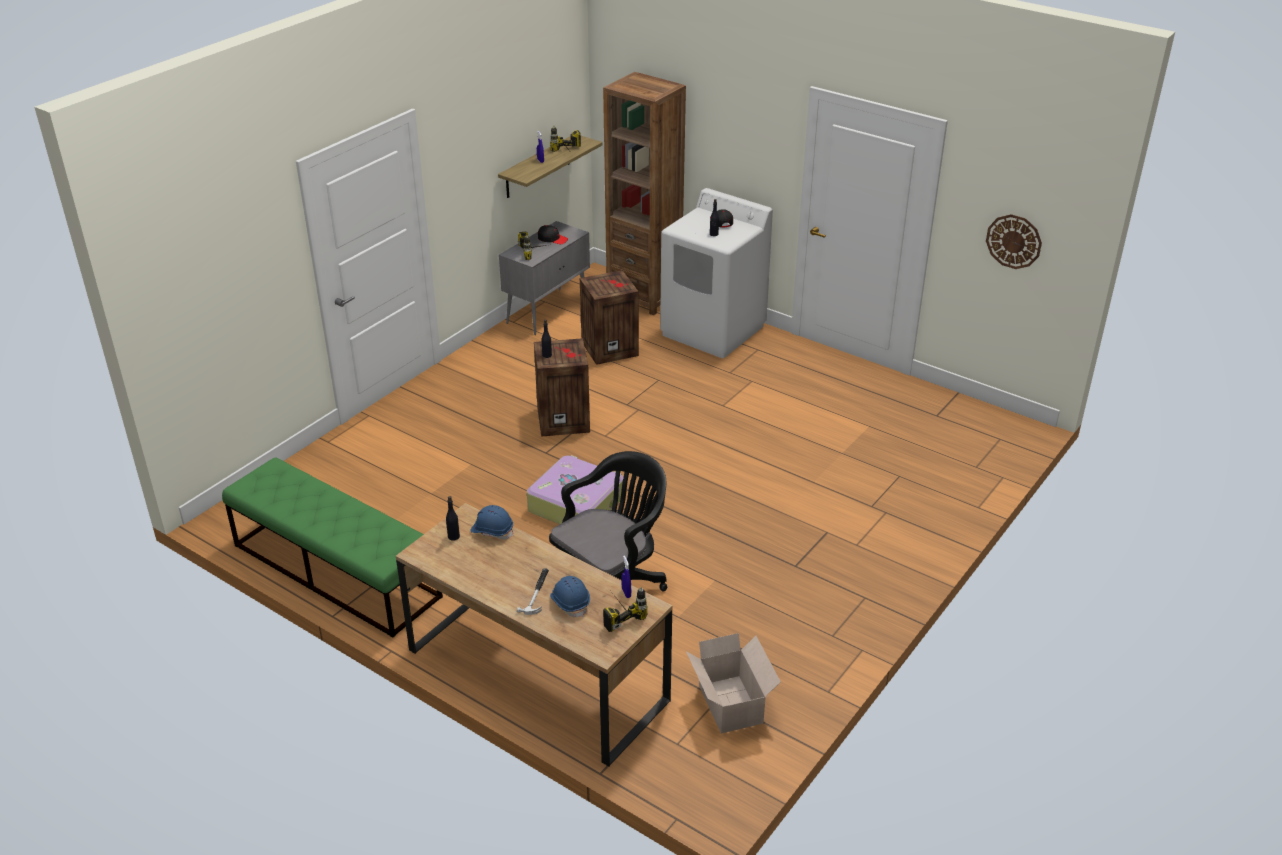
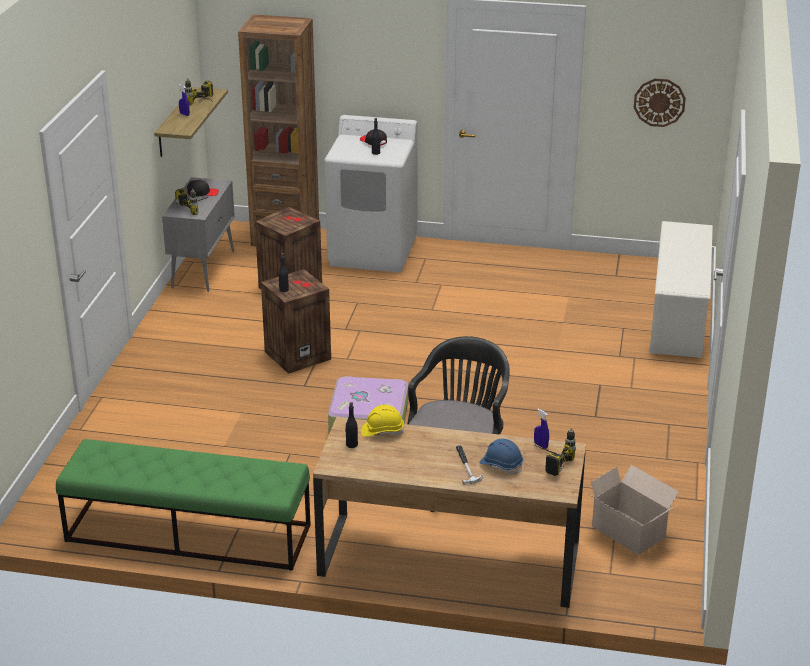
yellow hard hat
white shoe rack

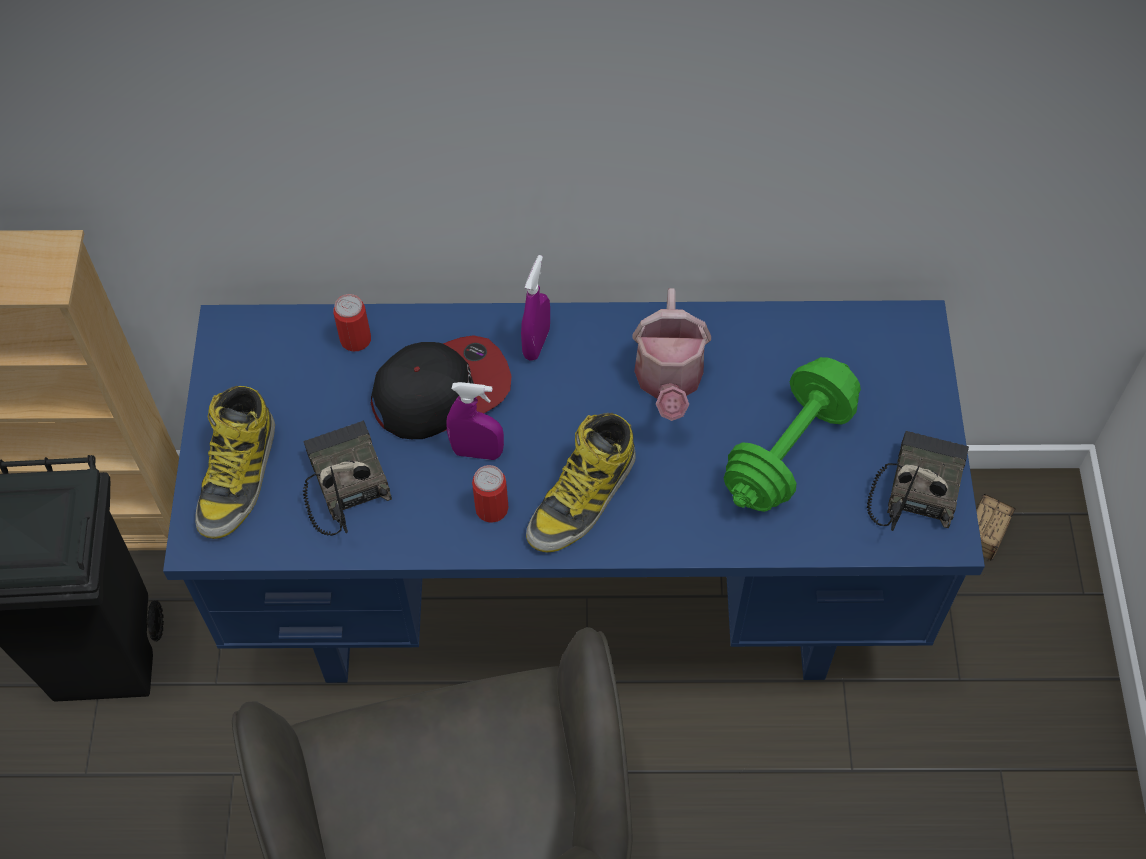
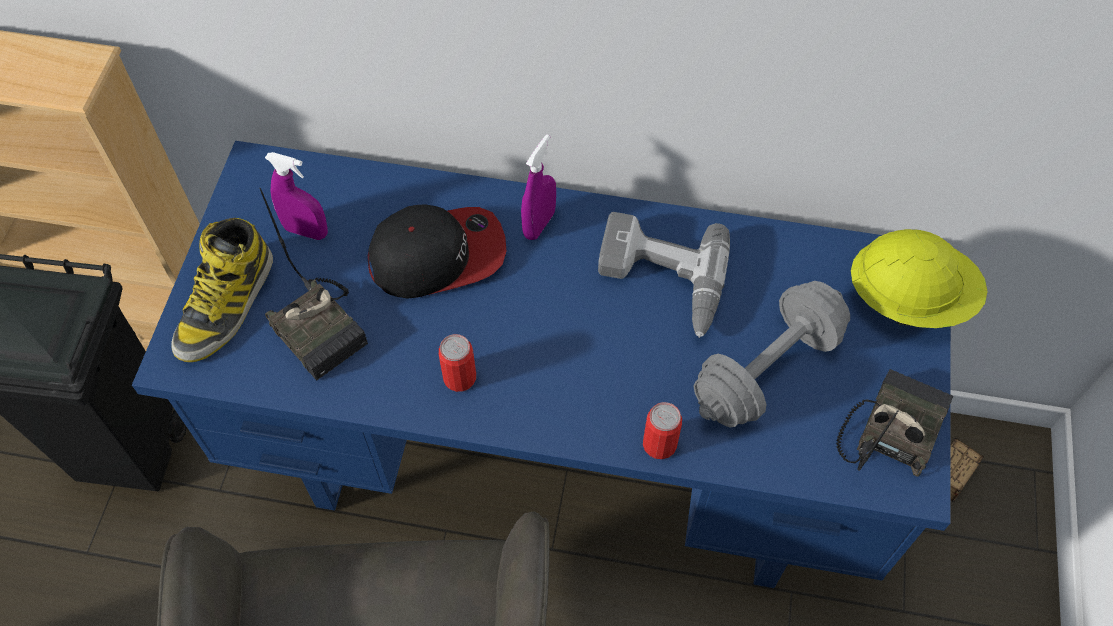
power drill
can (no. 2 from left)
grey dumbbell
purple spray bottle (no. 1 from left)
boot (no. 2 from left in the first image)
radio (no. 1 from left)
yellow hard hat

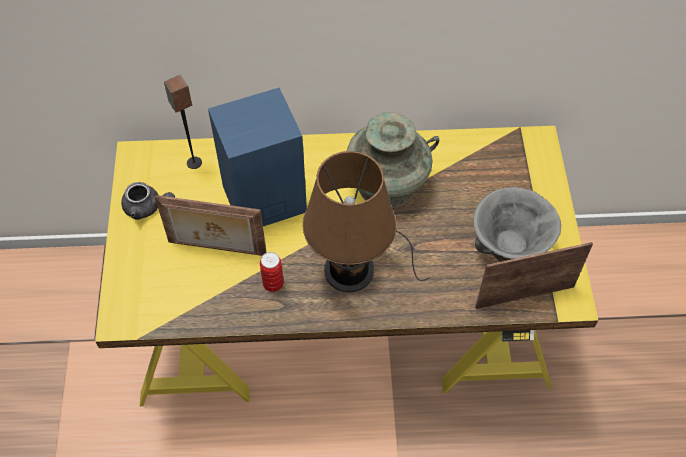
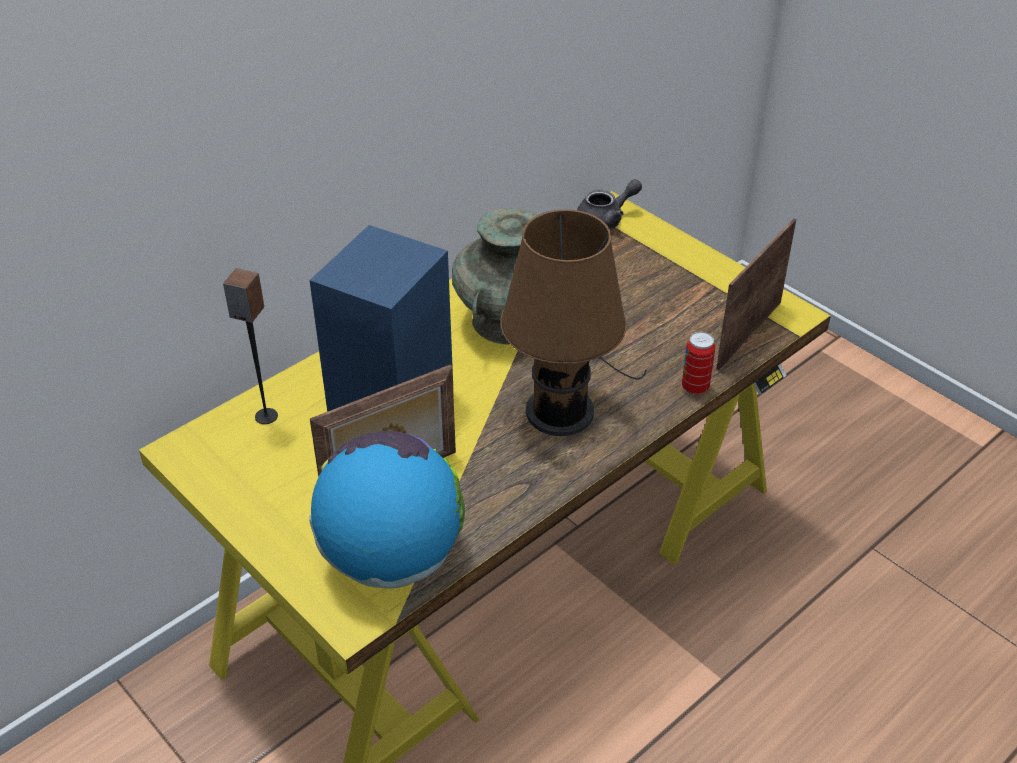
grey teapot
grey bowl
can
globe

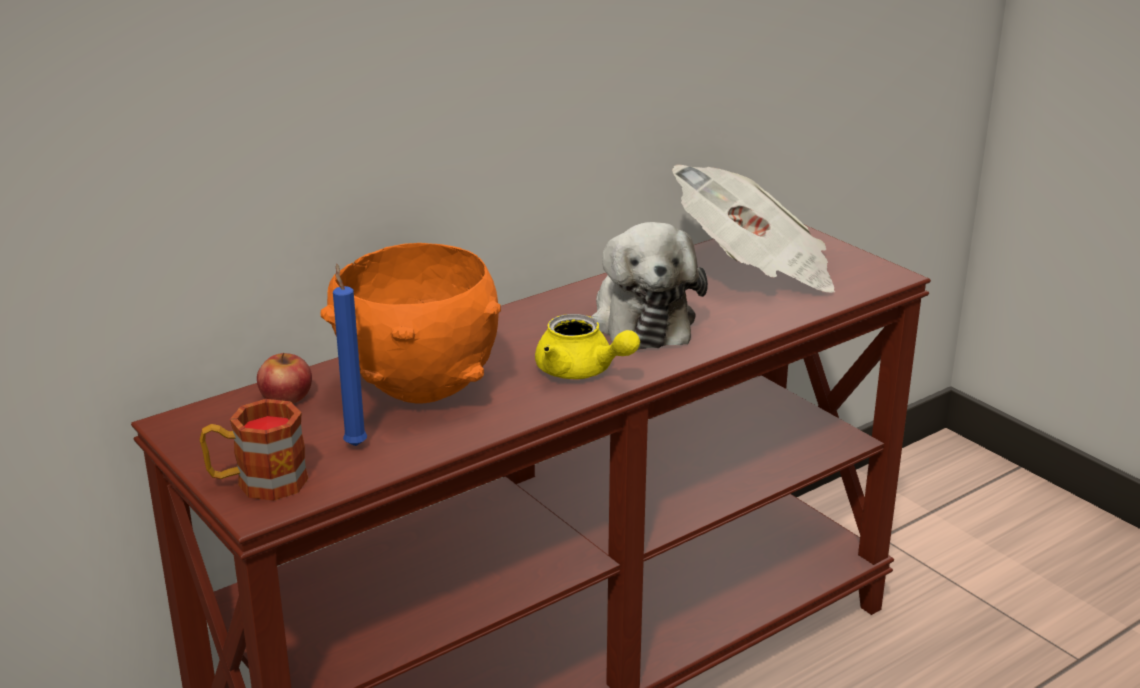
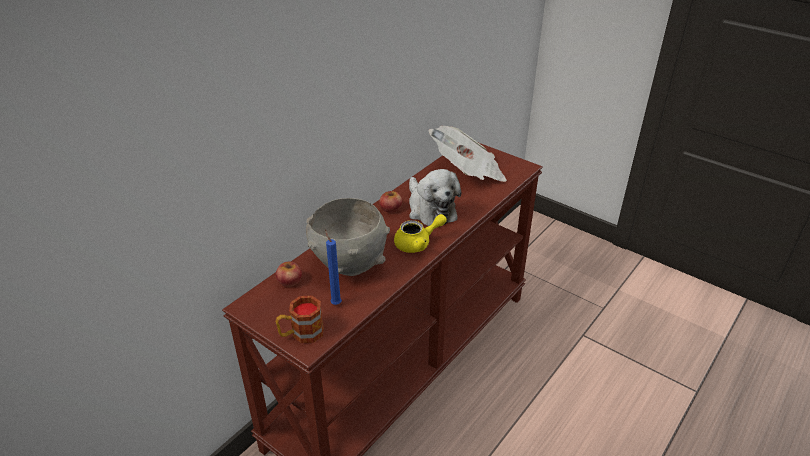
grey bowl
yellow teapot
apple (no. 2 from left)

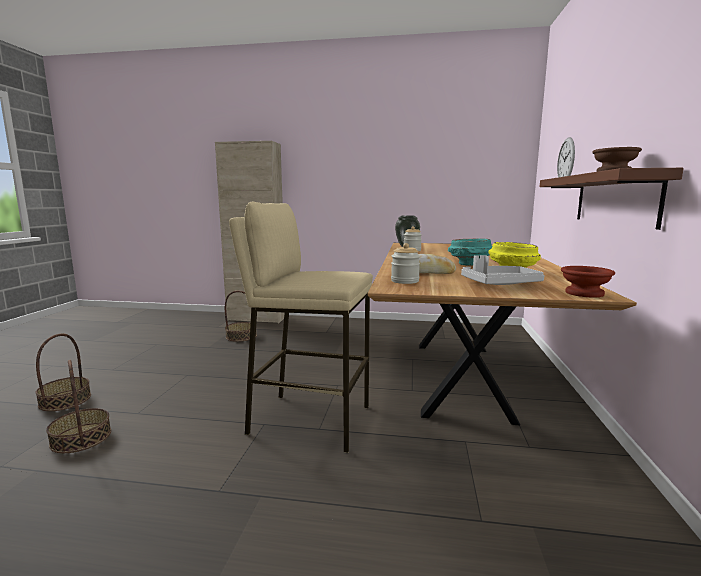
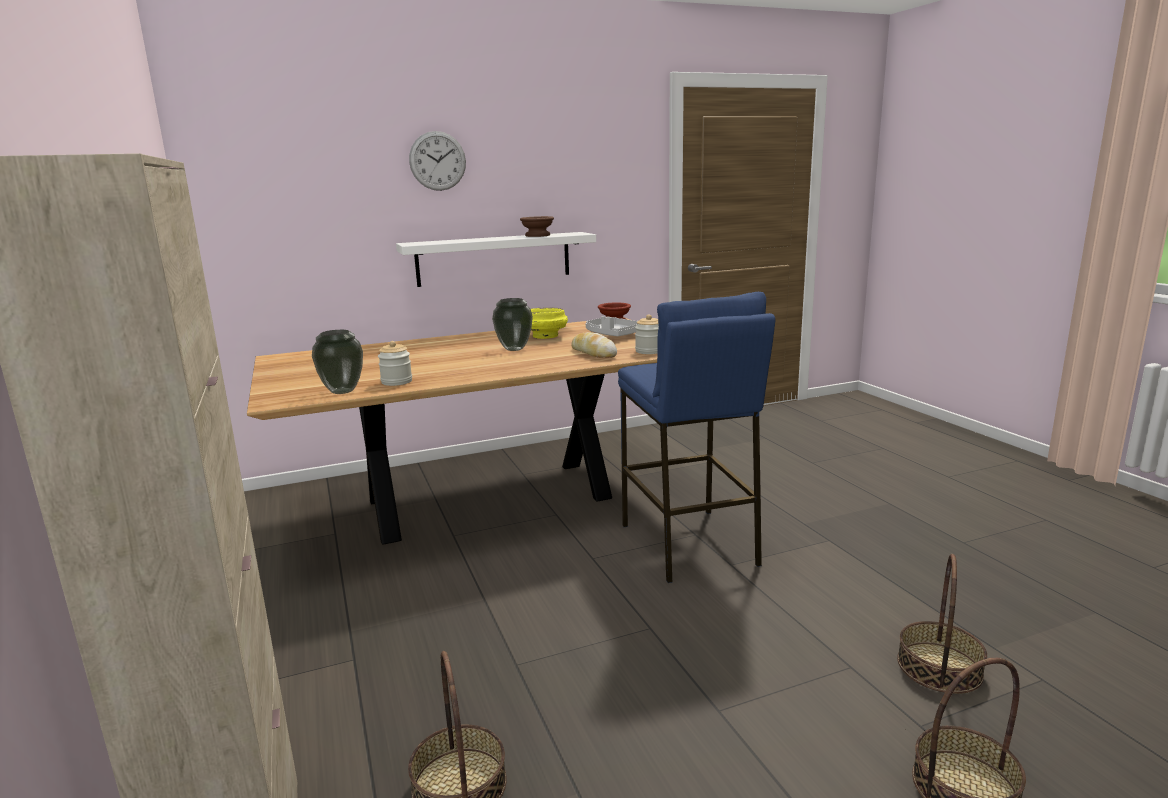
wall clock
white shelf
blue stool
vase (no. 2 from left)

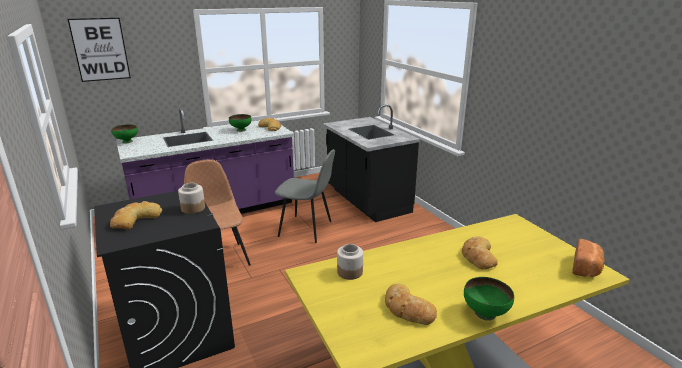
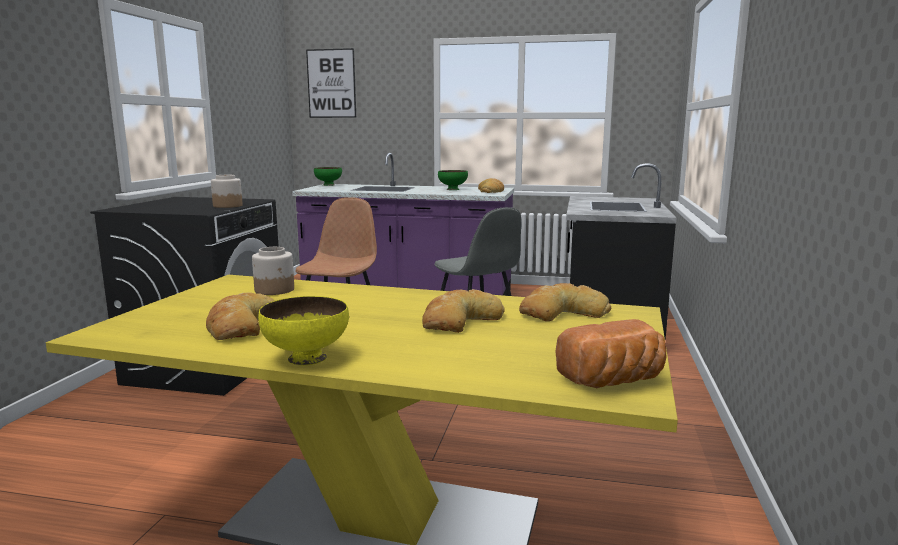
bread (no. 4 from left)
yellow bowl

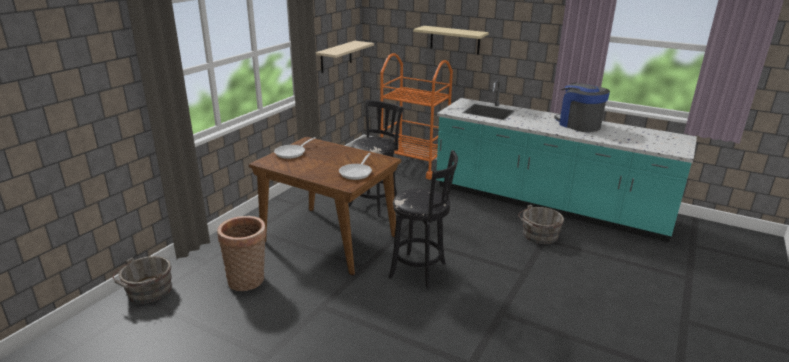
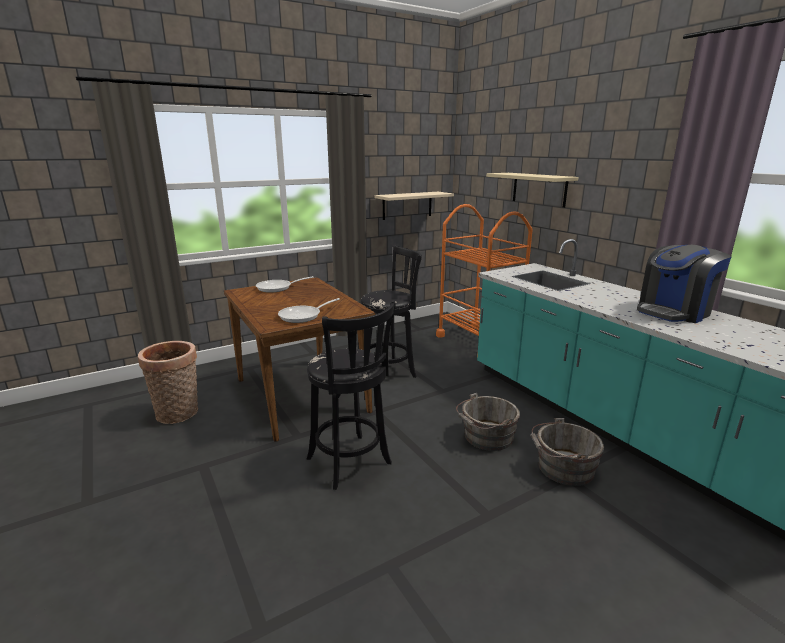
coffee machine
grey bucket (no. 1 from left)

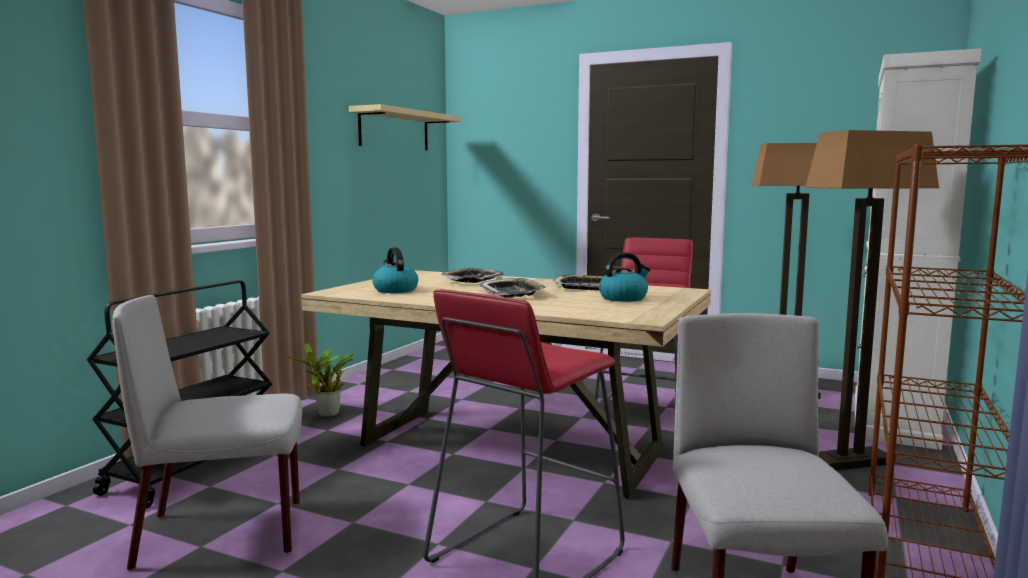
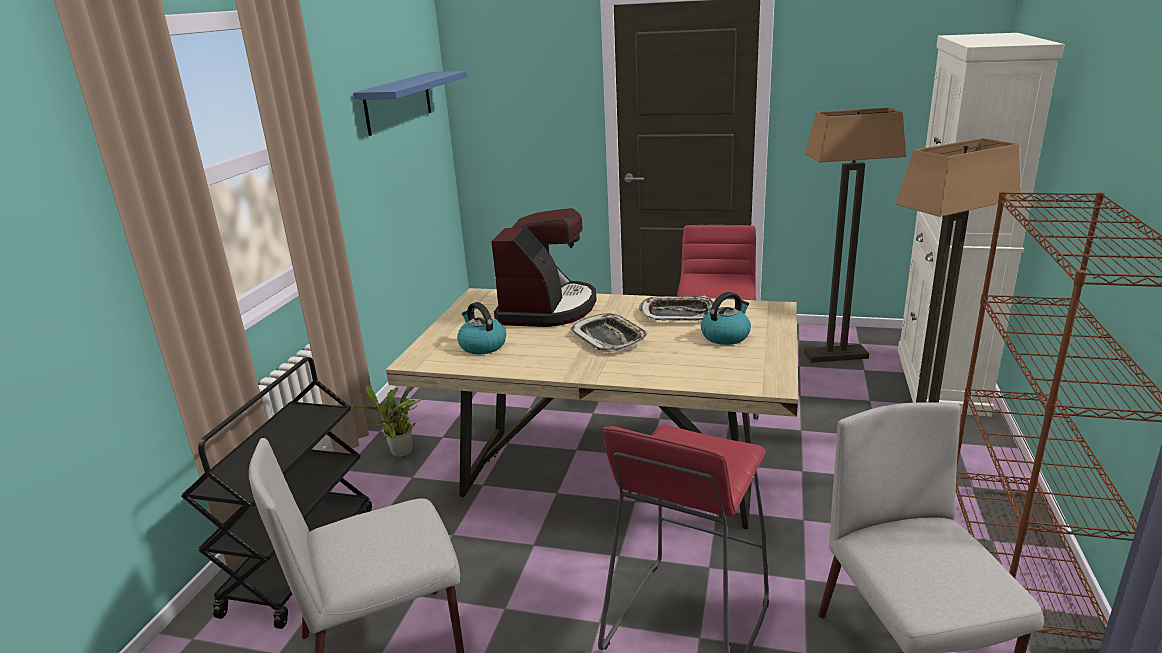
blue shelf
coffee machine

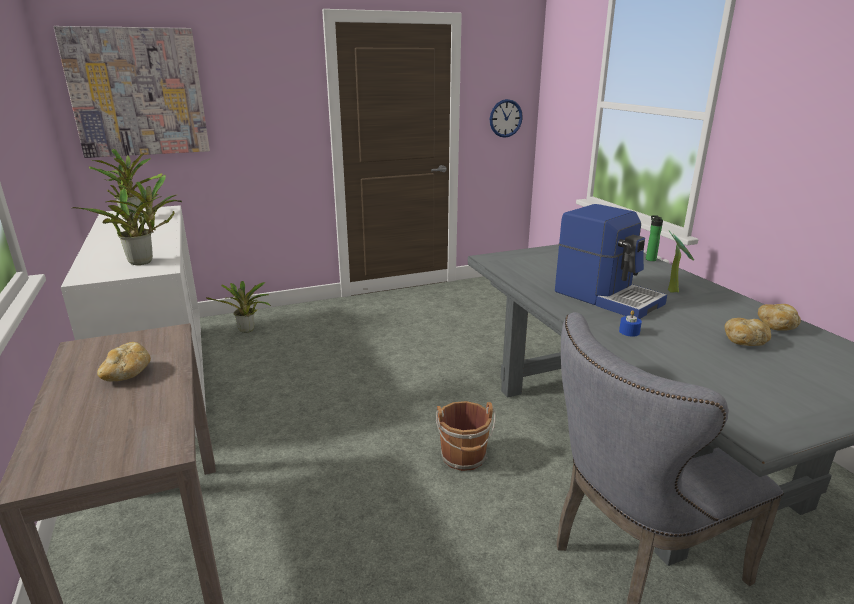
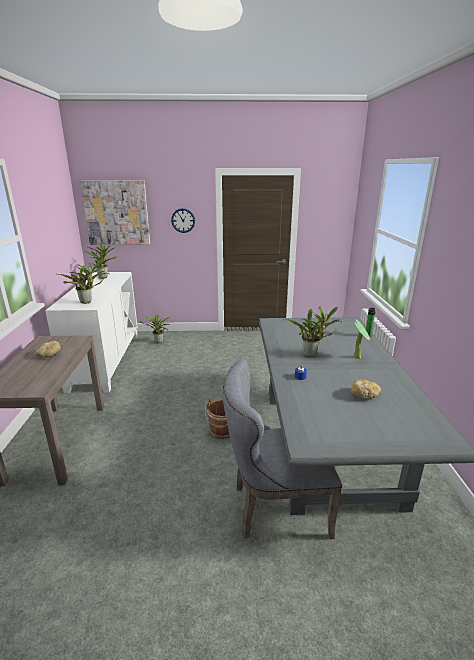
wall clock
potted plant (no. 4 from left)
bread (no. 3 from left in the first image)

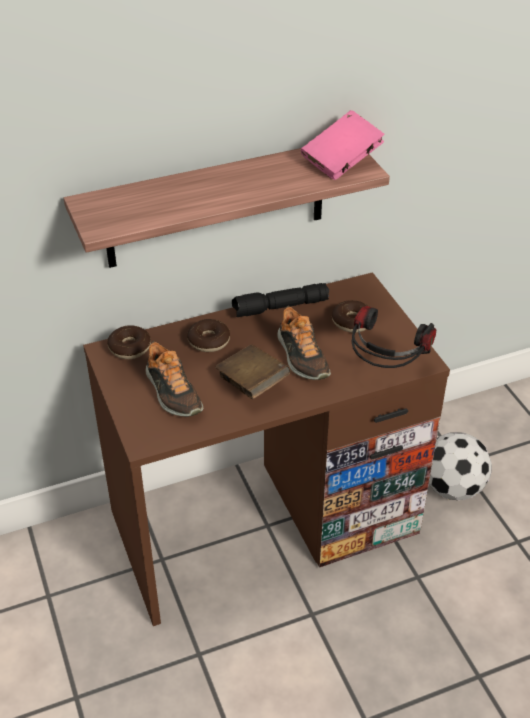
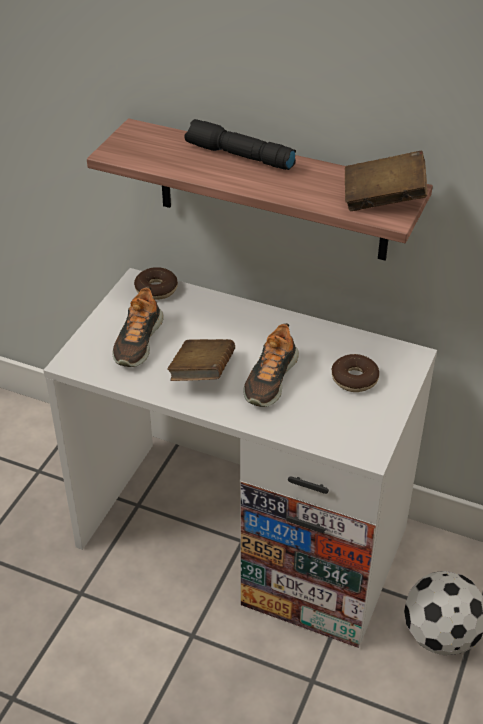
brown book (no. 2 from left)
white desk
black flashlight
headphones
donut (no. 2 from left in the first image)

